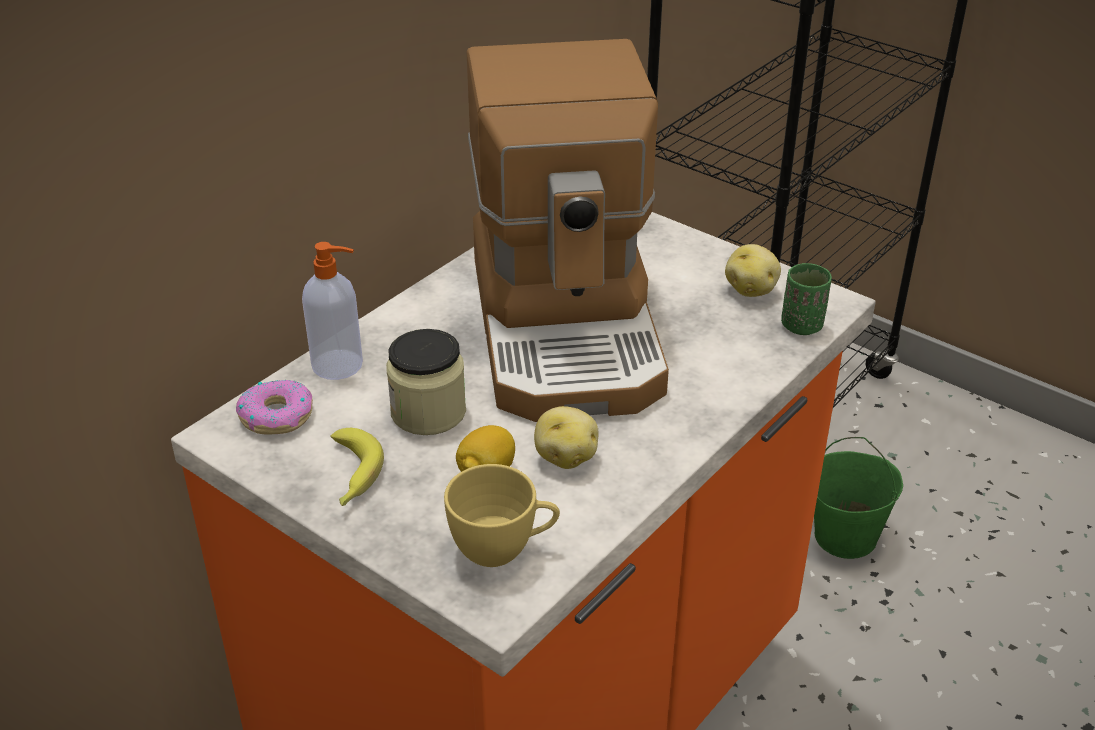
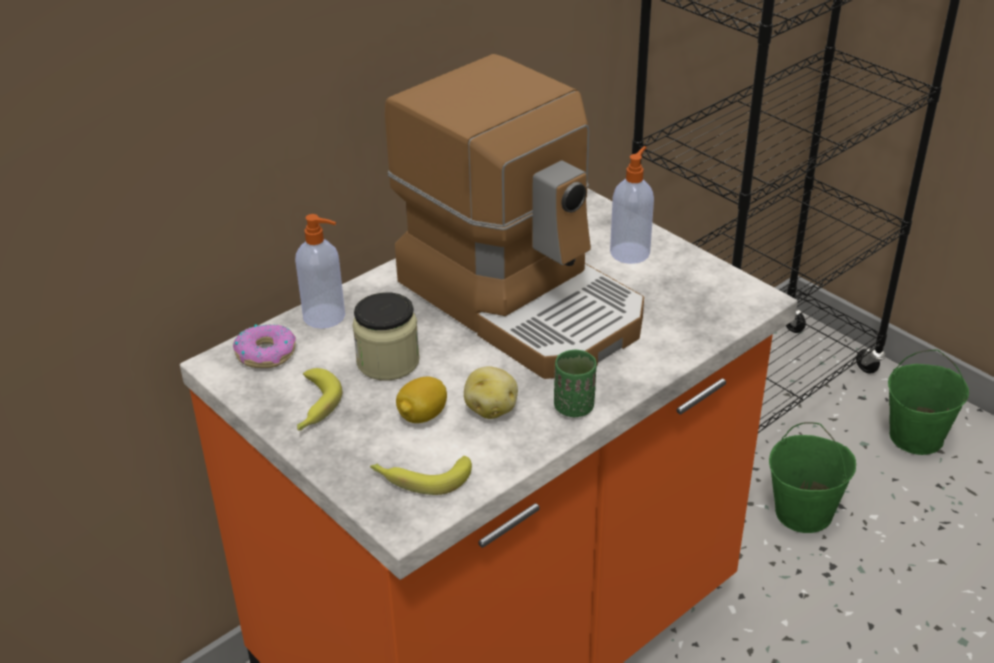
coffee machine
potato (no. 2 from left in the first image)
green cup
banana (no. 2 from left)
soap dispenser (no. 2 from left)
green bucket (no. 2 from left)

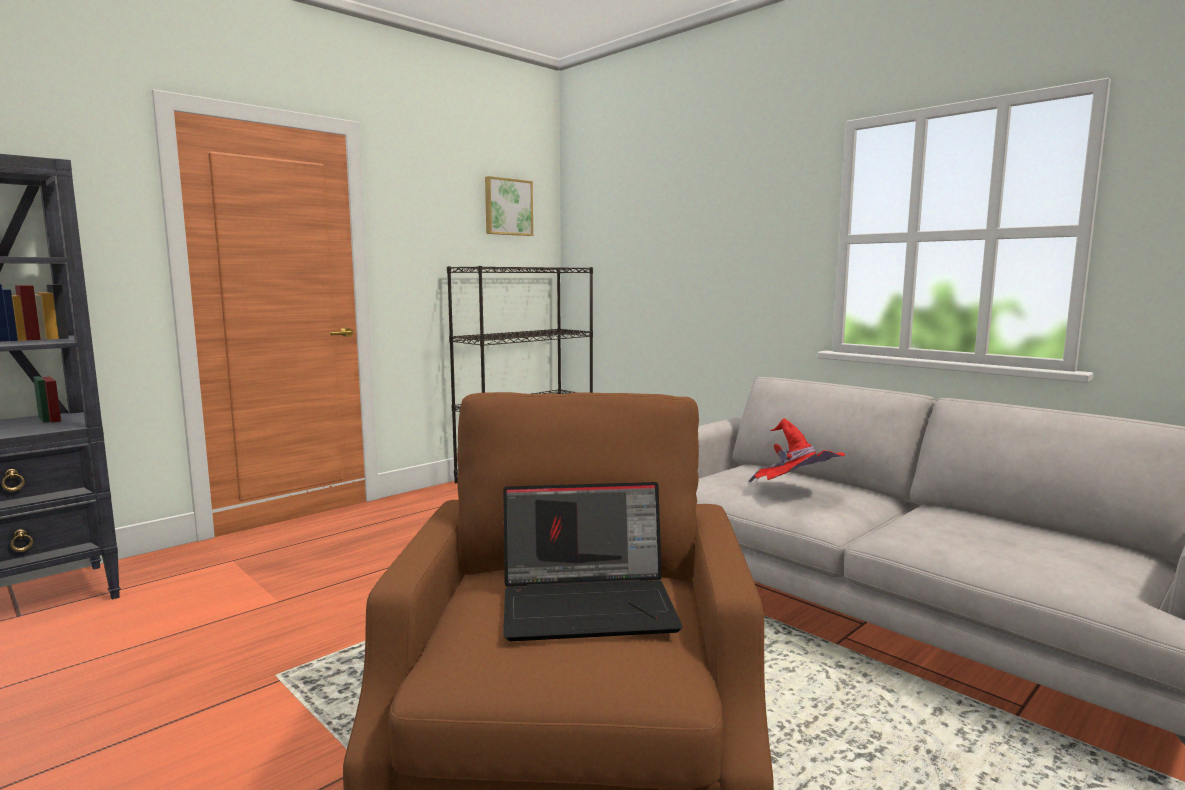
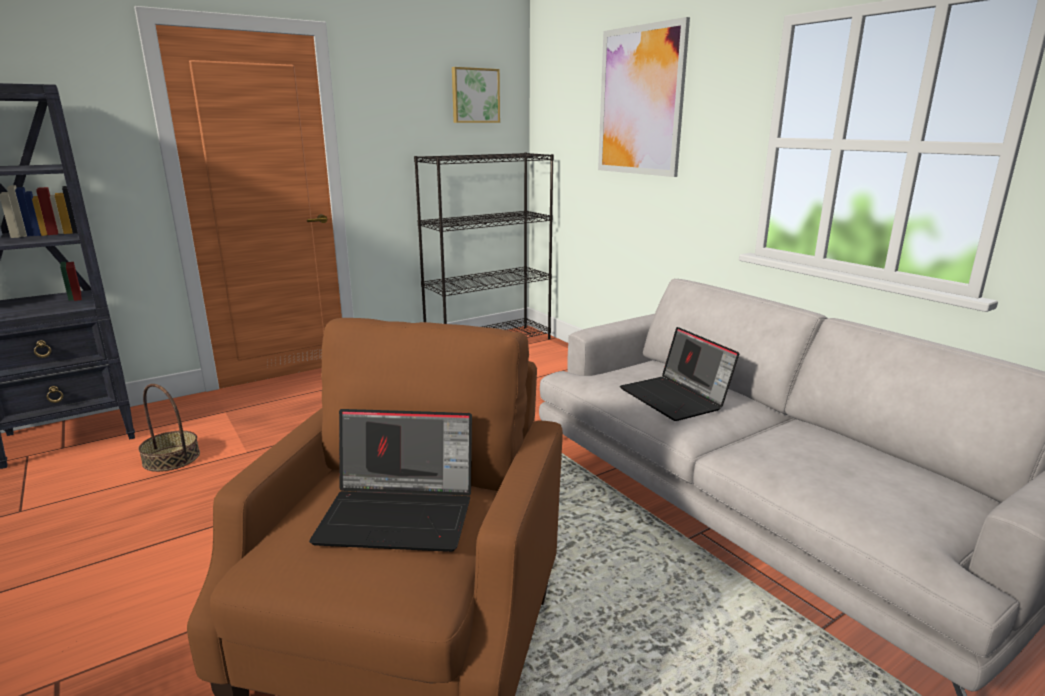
laptop (no. 2 from left)
picture (no. 2 from left)
basket

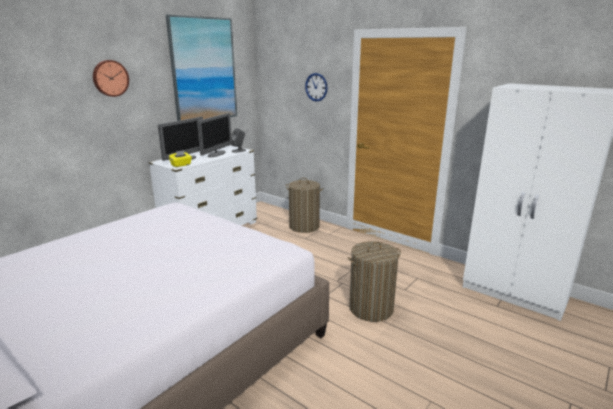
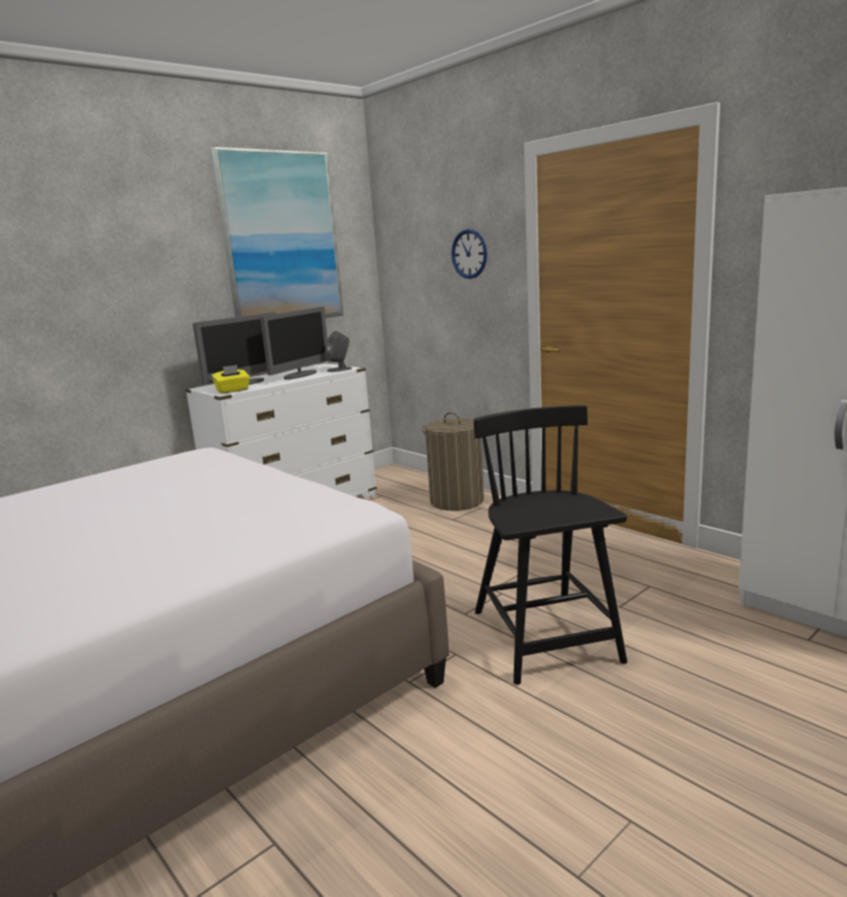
wall clock (no. 1 from left in the first image)
black chair

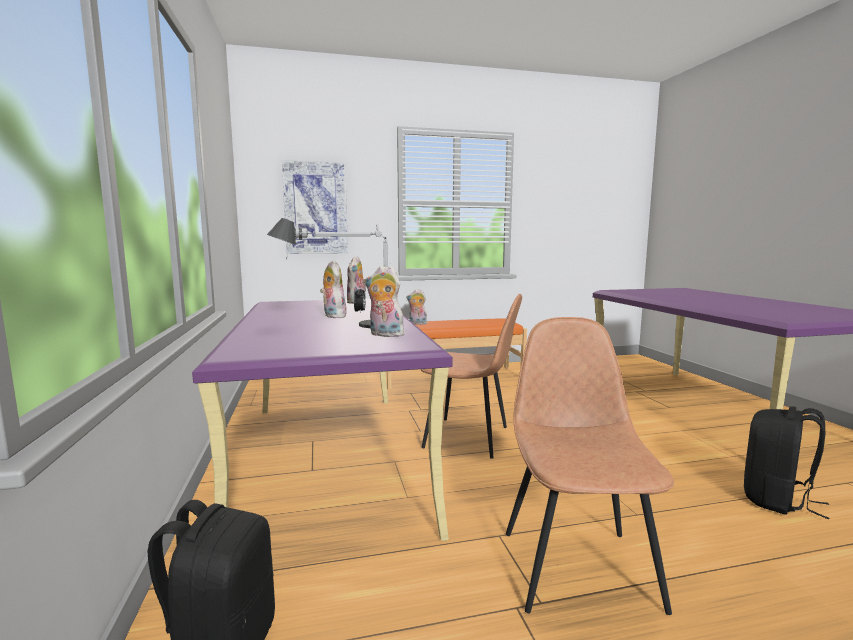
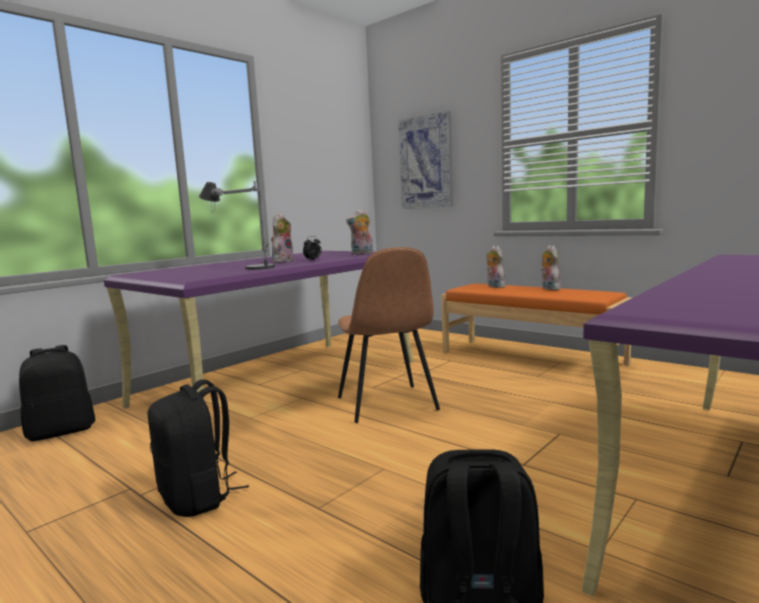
plush toy (no. 4 from left)
black backpack (no. 2 from left)

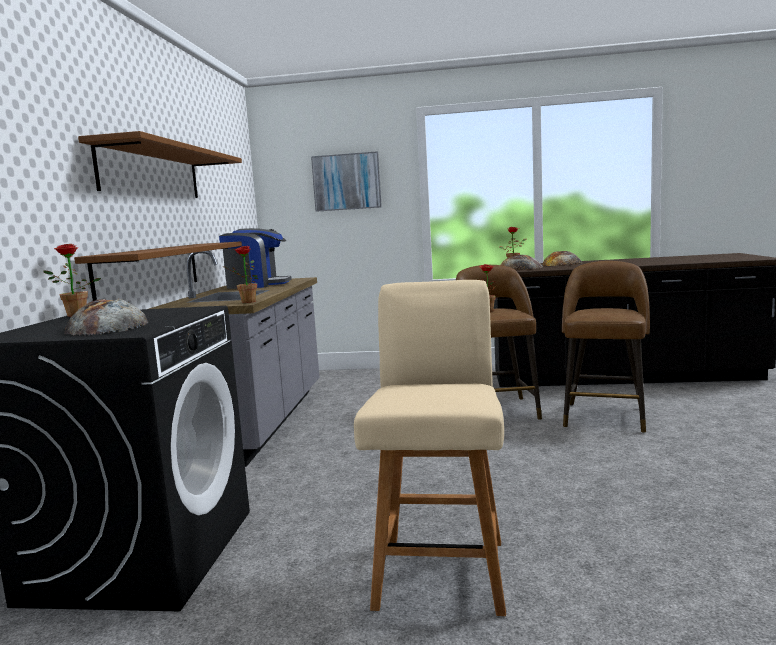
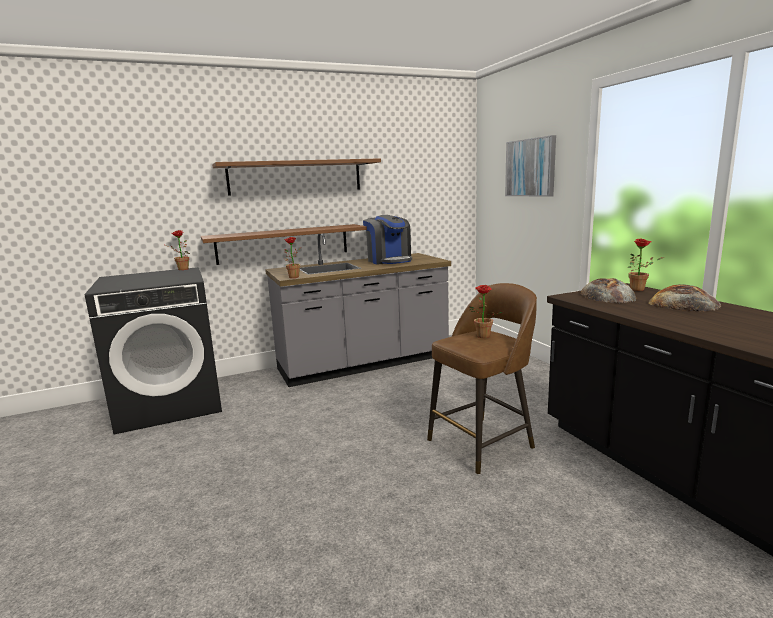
brown stool (no. 2 from left in the first image)
beige chair
bread (no. 1 from left in the first image)

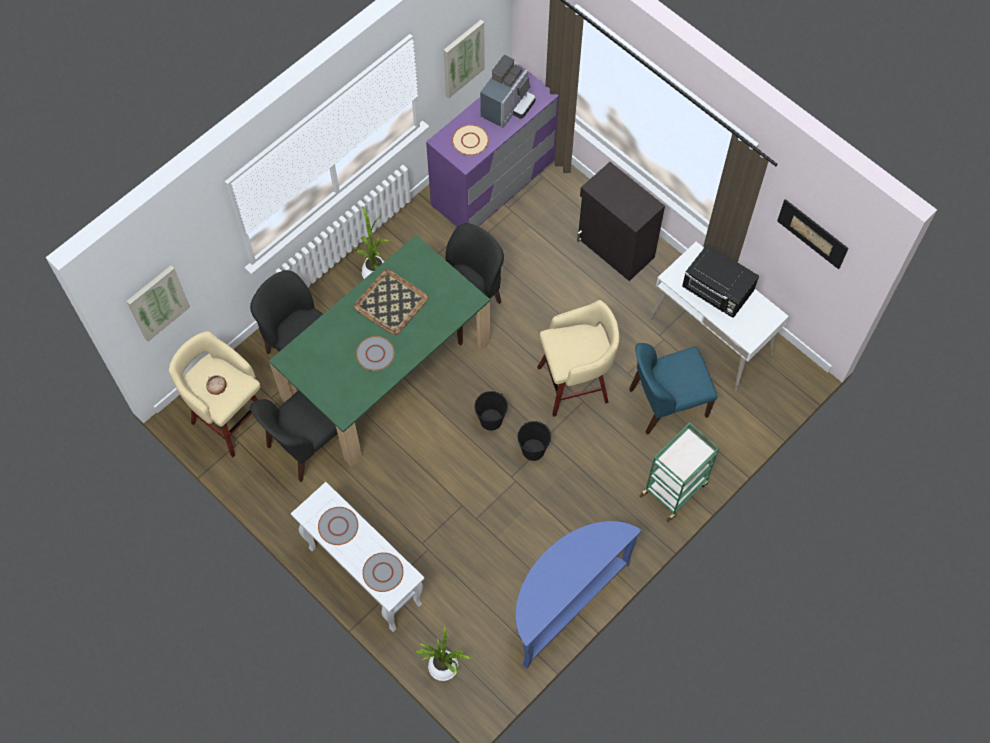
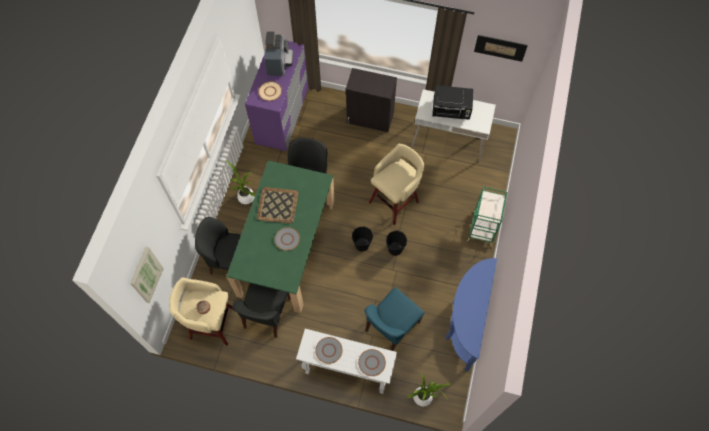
picture (no. 2 from left in the first image)
blue chair

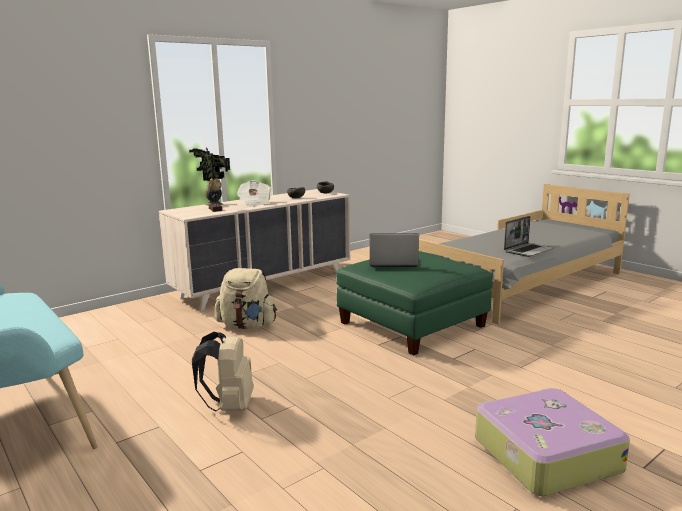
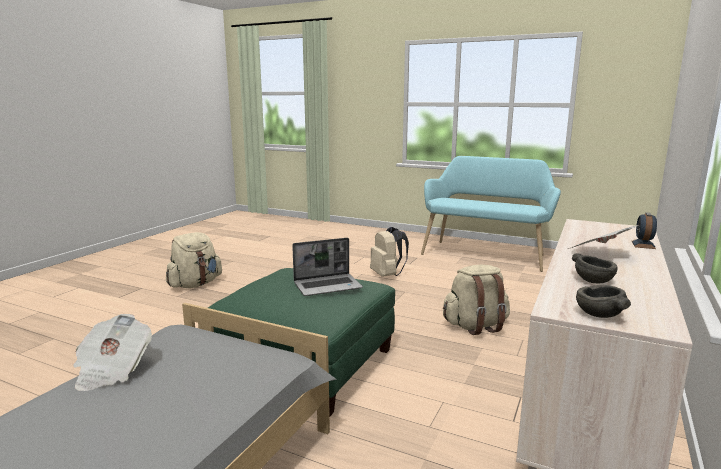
potted plant
newspaper (no. 1 from left)
beige backpack (no. 1 from left)

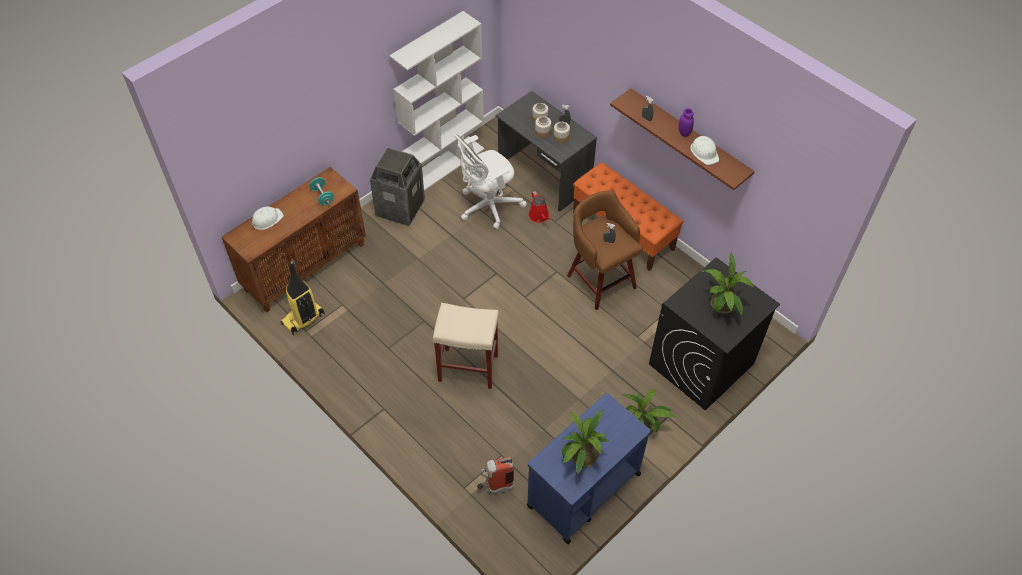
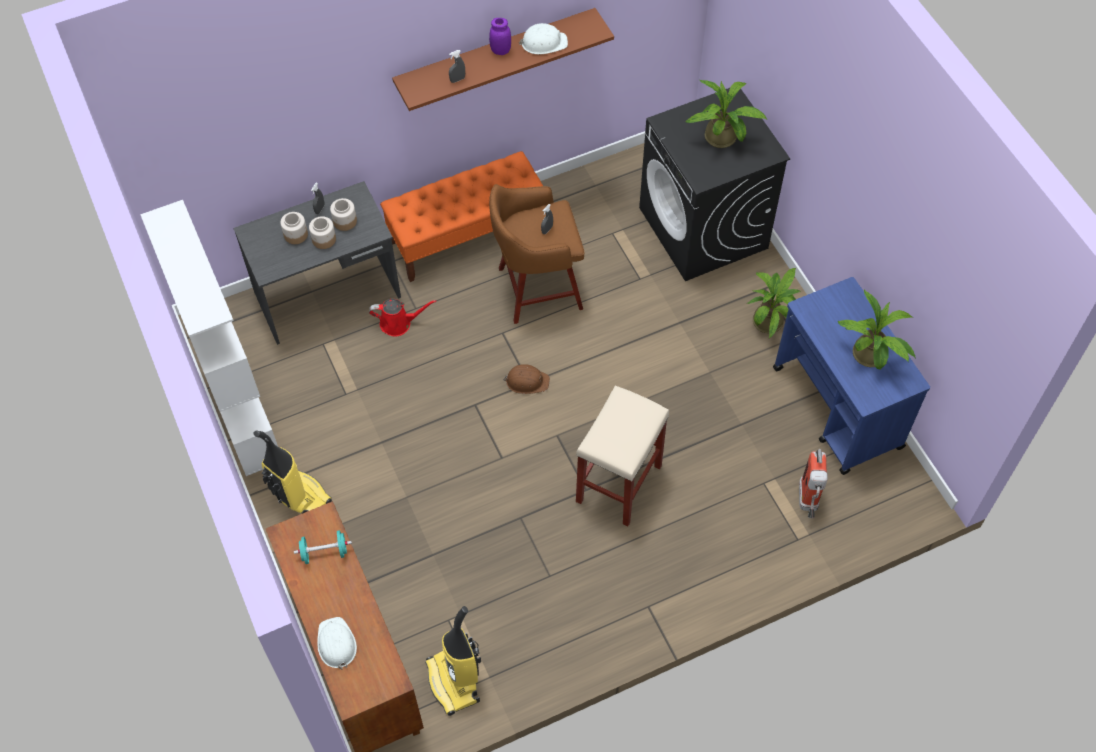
white office chair
vacuum cleaner (no. 1 from left)
brown hard hat

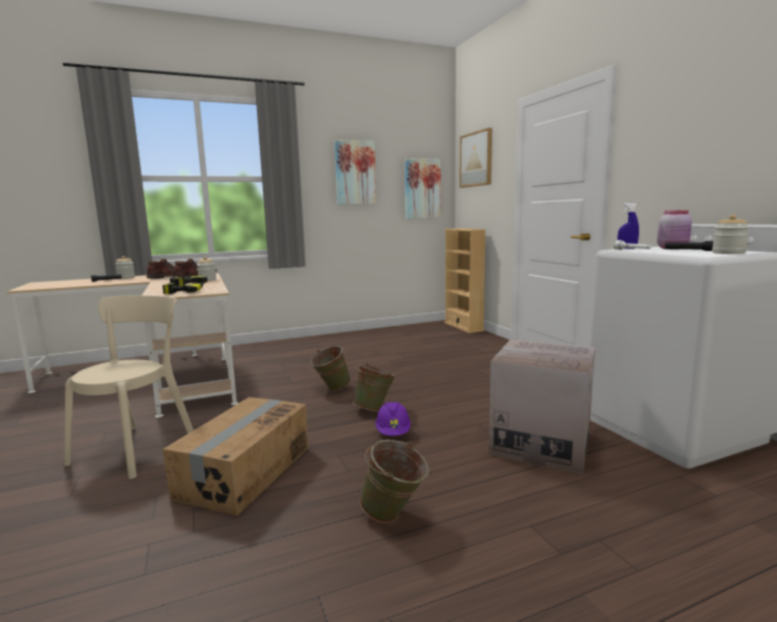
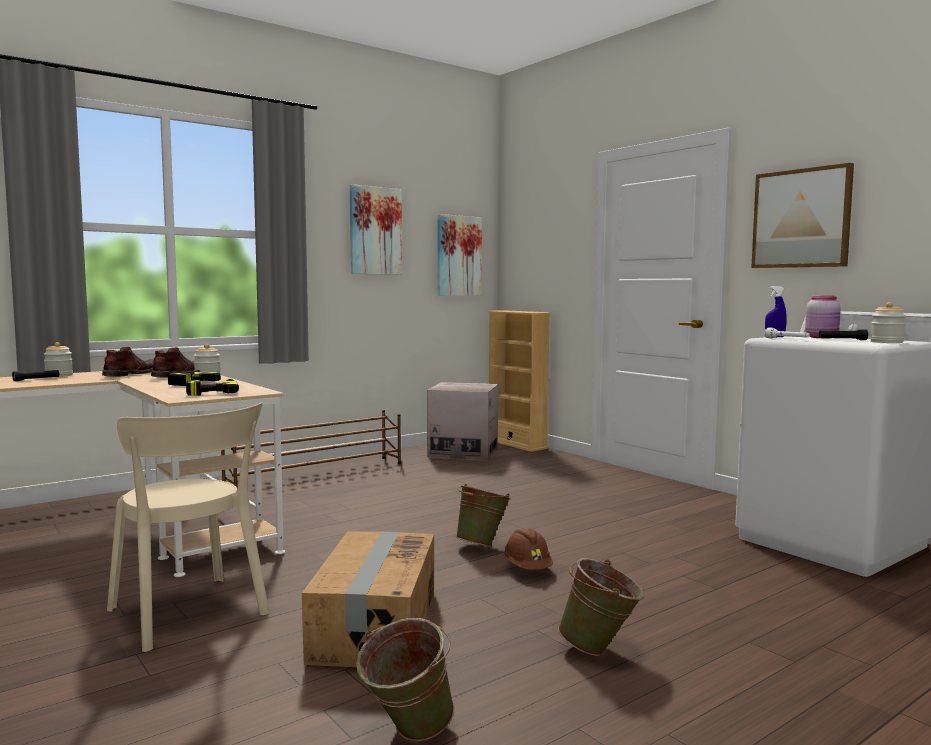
picture (no. 3 from left)
beige chair
cardboard box (no. 2 from left)
green bucket (no. 1 from left)
brown hard hat
brown shoe rack

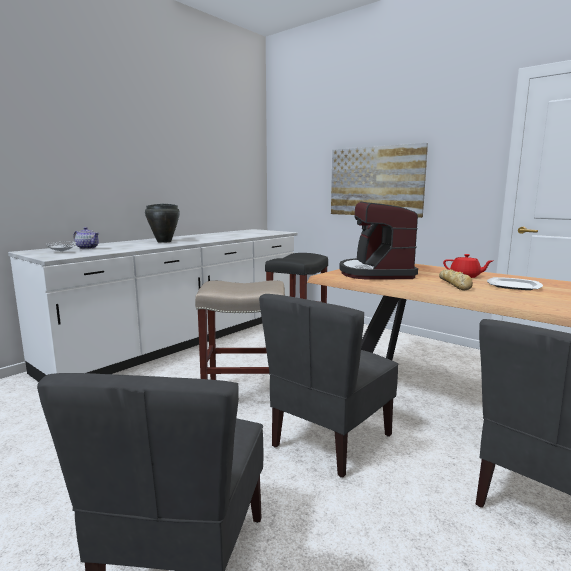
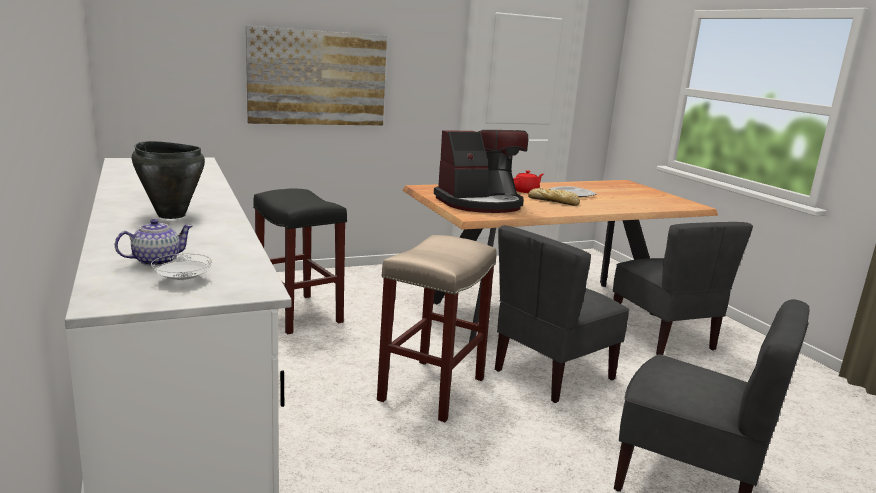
coffee machine
grey chair (no. 1 from left)

